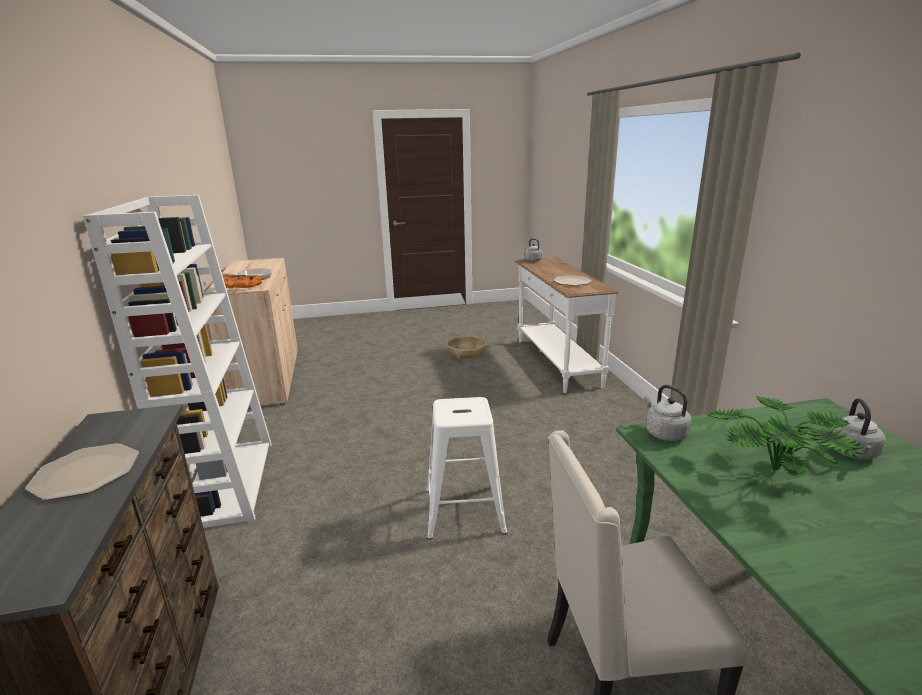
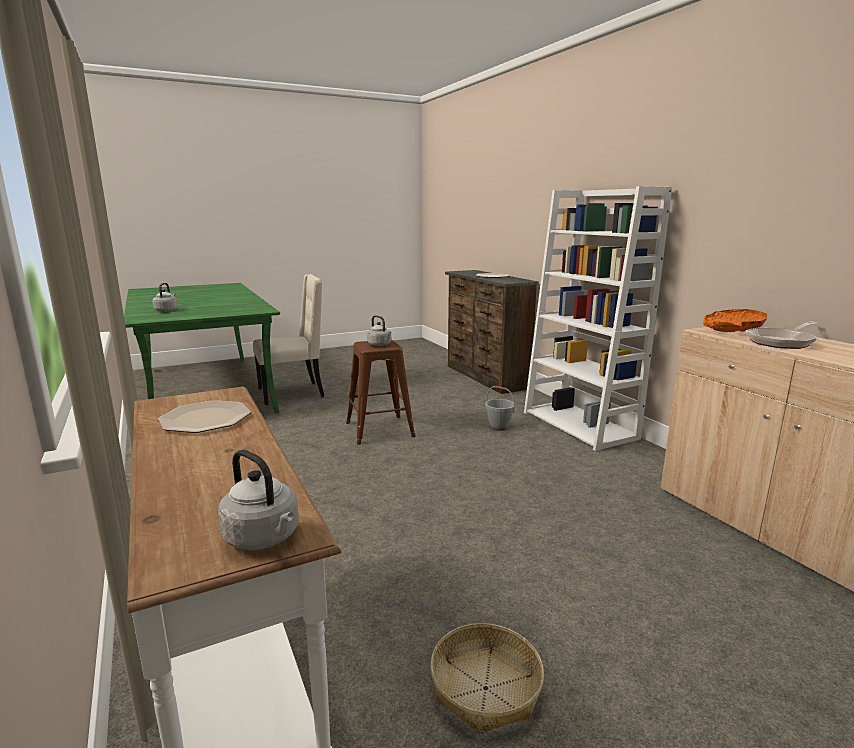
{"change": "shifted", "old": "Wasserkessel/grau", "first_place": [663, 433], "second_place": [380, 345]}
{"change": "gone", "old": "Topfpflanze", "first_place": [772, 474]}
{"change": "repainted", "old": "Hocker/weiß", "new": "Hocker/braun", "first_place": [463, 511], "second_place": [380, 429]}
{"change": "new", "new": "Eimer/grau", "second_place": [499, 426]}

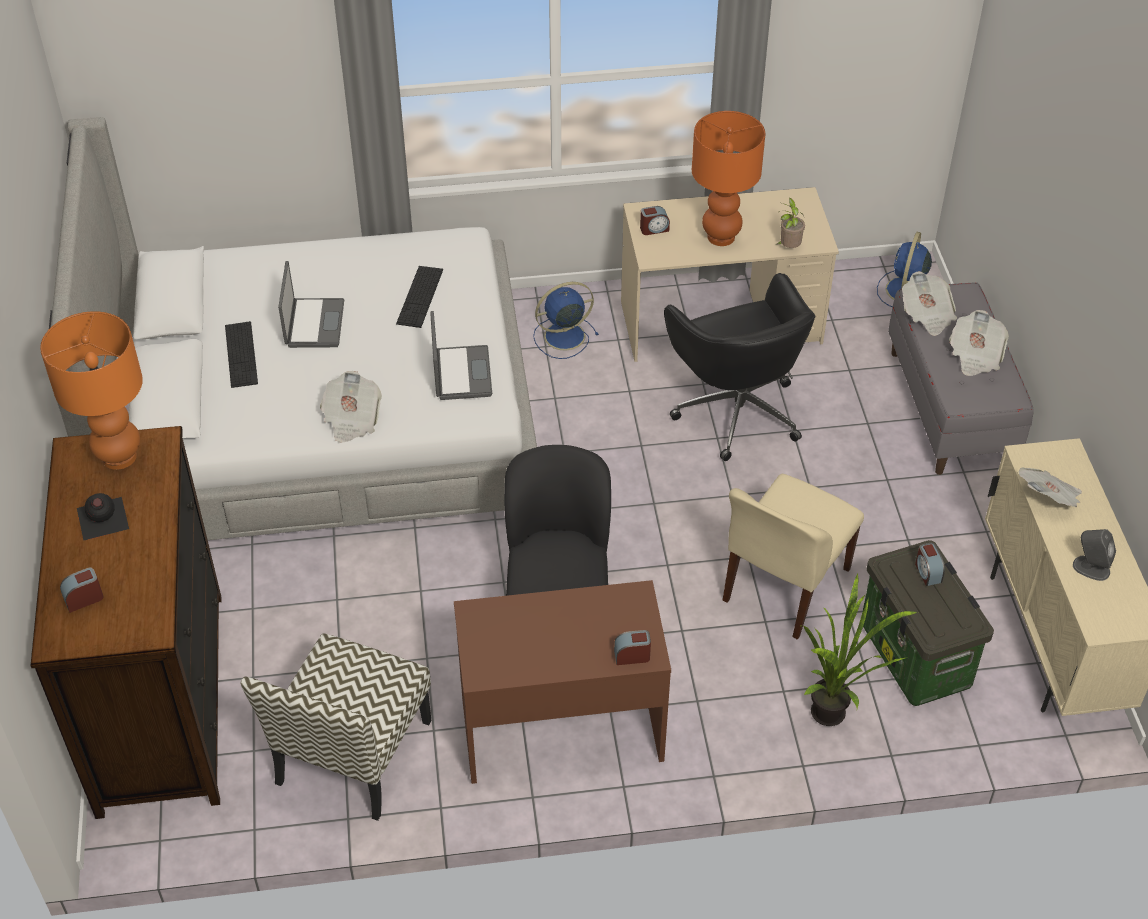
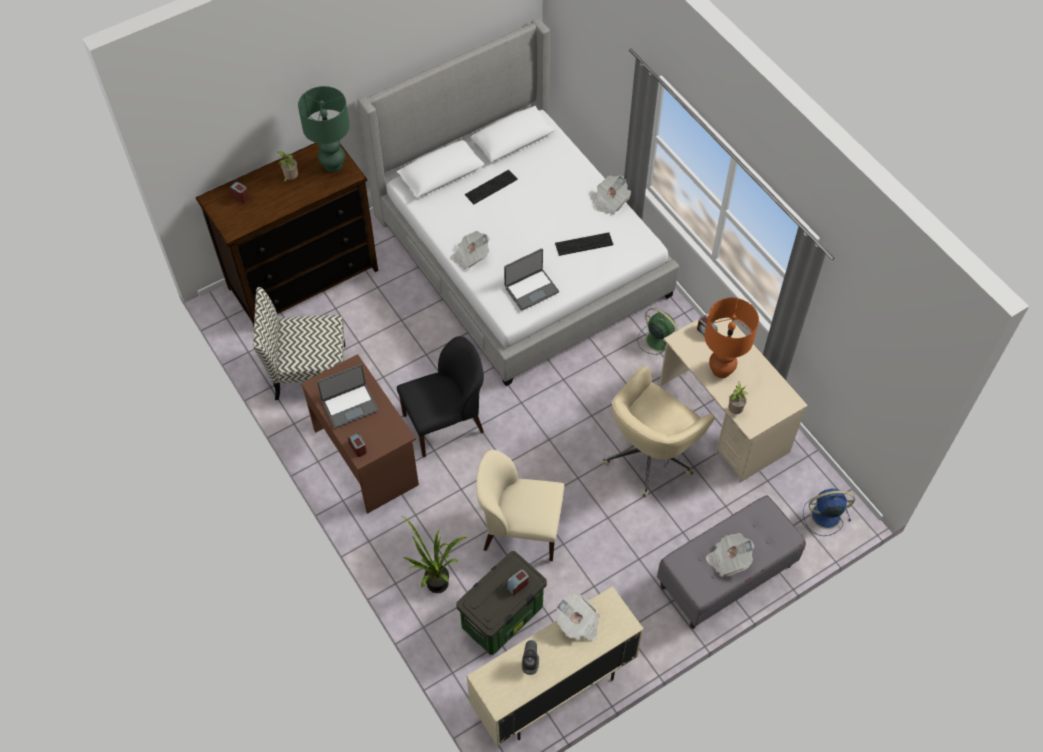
{"change": "shifted", "old": "Laptop", "first_place": [313, 324], "second_place": [349, 405]}
{"change": "shifted", "old": "Zeitung", "first_place": [927, 315], "second_place": [610, 202]}
{"change": "repainted", "old": "Bürostuhl/schwarz", "new": "Bürostuhl/beige", "first_place": [736, 410], "second_place": [650, 454]}
{"change": "repainted", "old": "Ventilator/blau", "new": "Ventilator/grün", "first_place": [562, 337], "second_place": [658, 339]}
{"change": "repainted", "old": "Tischlampe/orange", "new": "Tischlampe/grün", "first_place": [119, 457], "second_place": [333, 165]}
{"change": "swapped", "old": "Flasche/schwarz", "new": "Topfpflanze", "first_place": [102, 519], "second_place": [290, 178]}

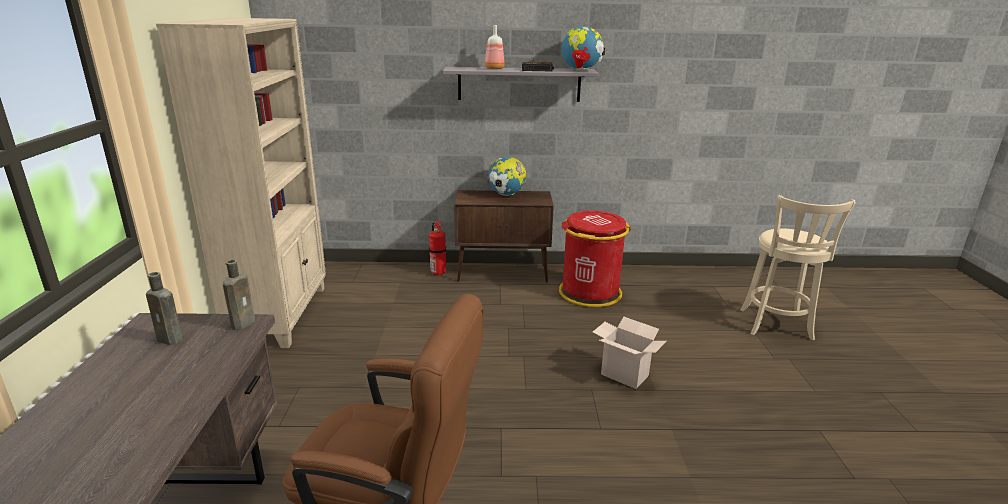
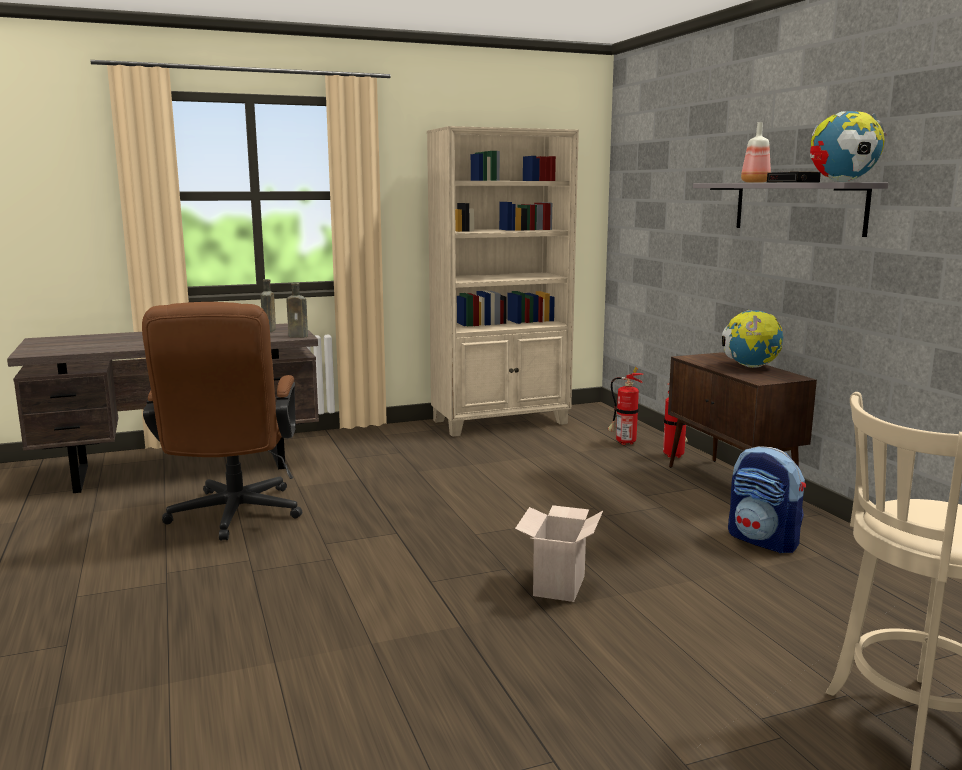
{"change": "swapped", "old": "Mülleimer/rot", "new": "Rucksack", "first_place": [589, 293], "second_place": [764, 541]}
{"change": "new", "new": "Feuerlöscher", "second_place": [623, 442]}

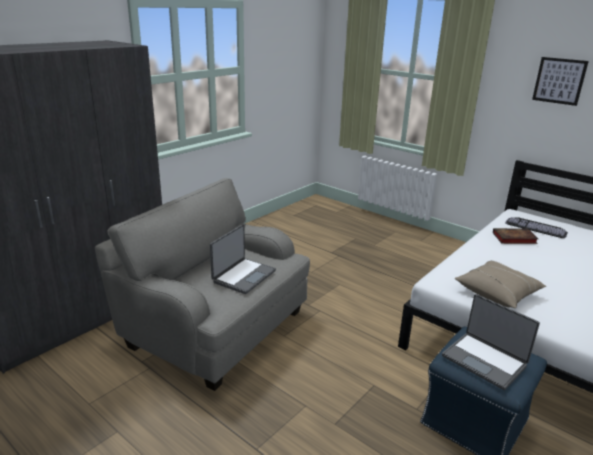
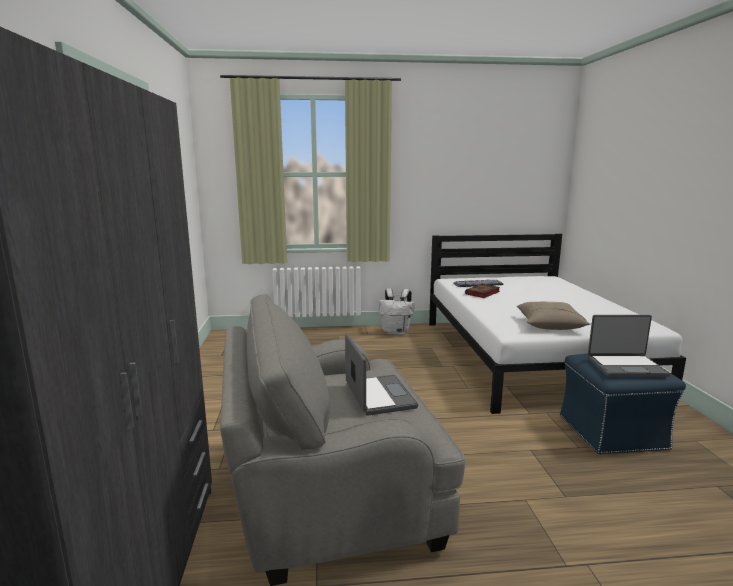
{"change": "gone", "old": "Bild", "first_place": [559, 81]}
{"change": "new", "new": "Rucksack/weiß", "second_place": [396, 332]}

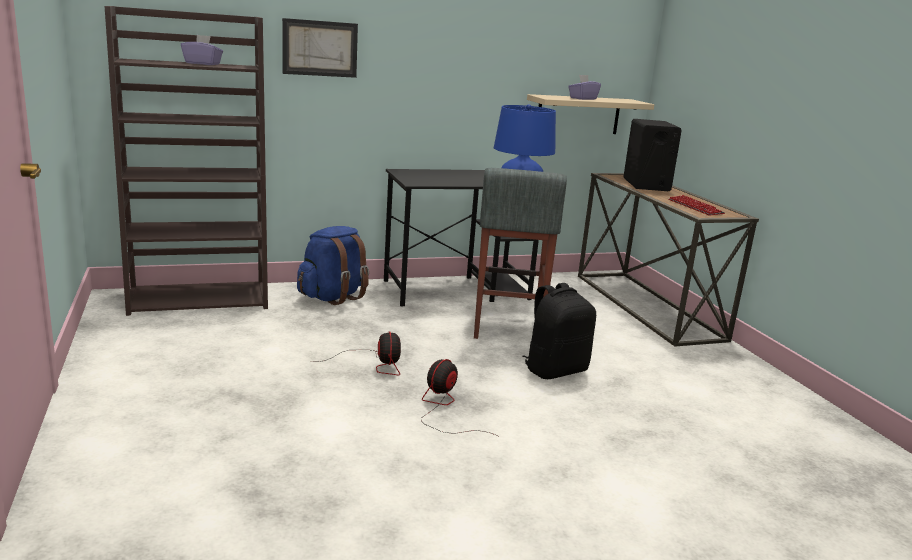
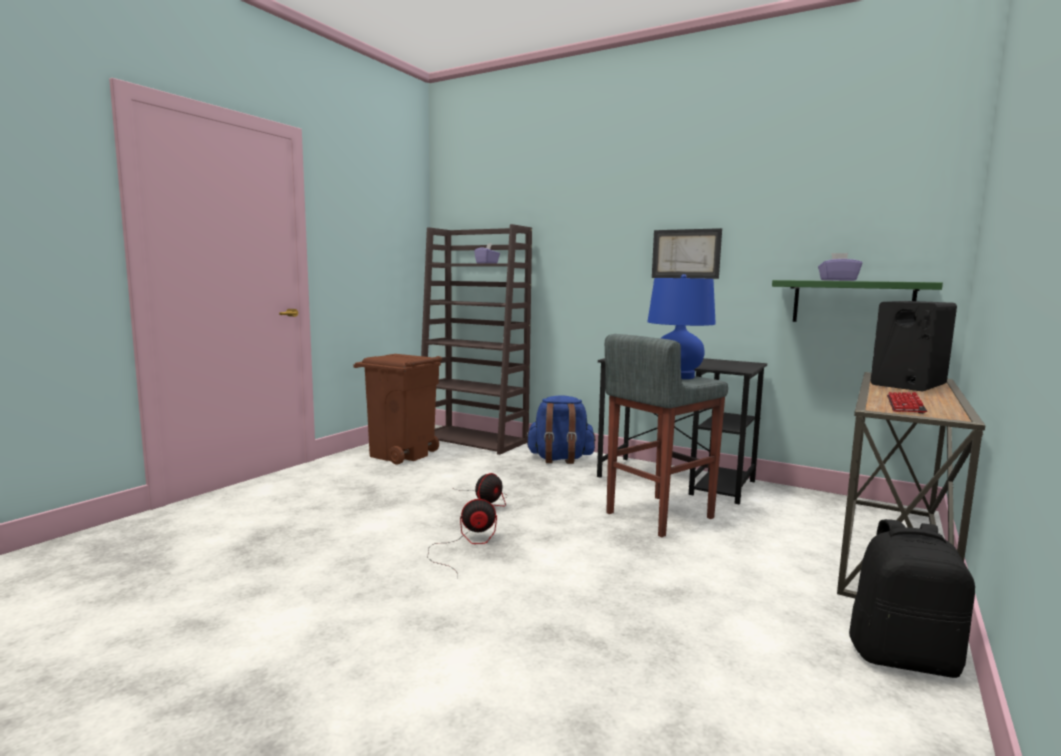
{"change": "shifted", "old": "Bild", "first_place": [320, 48], "second_place": [686, 254]}
{"change": "repainted", "old": "Wandregal/beige", "new": "Wandregal/grün", "first_place": [578, 114], "second_place": [852, 302]}
{"change": "shifted", "old": "Rucksack/schwarz", "first_place": [555, 370], "second_place": [903, 658]}
{"change": "new", "new": "Mülleimer/braun", "second_place": [400, 454]}

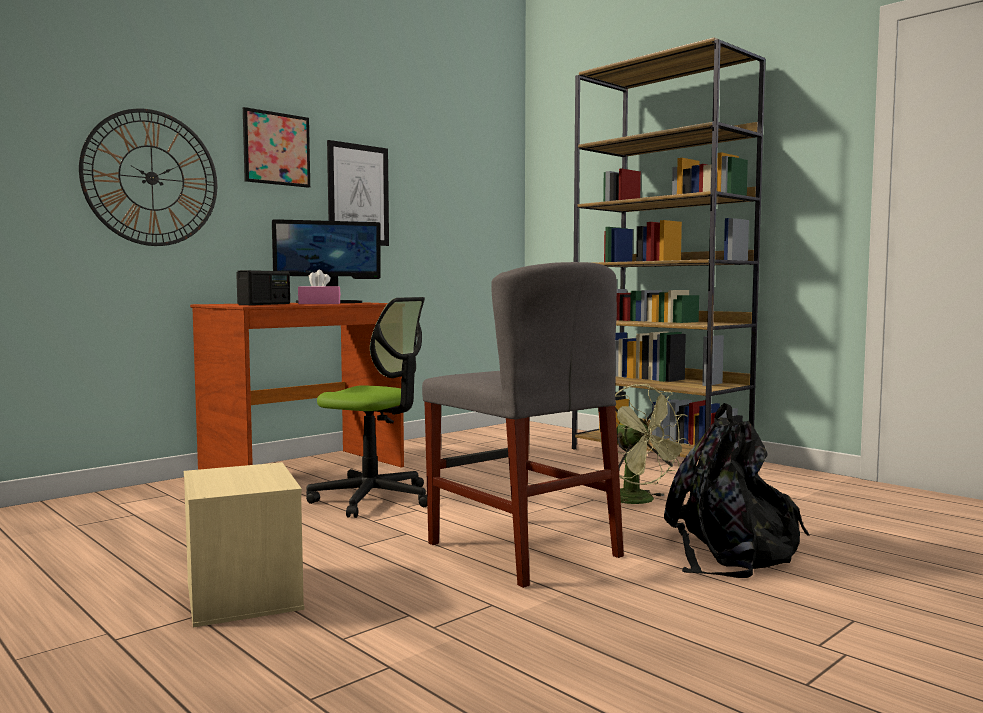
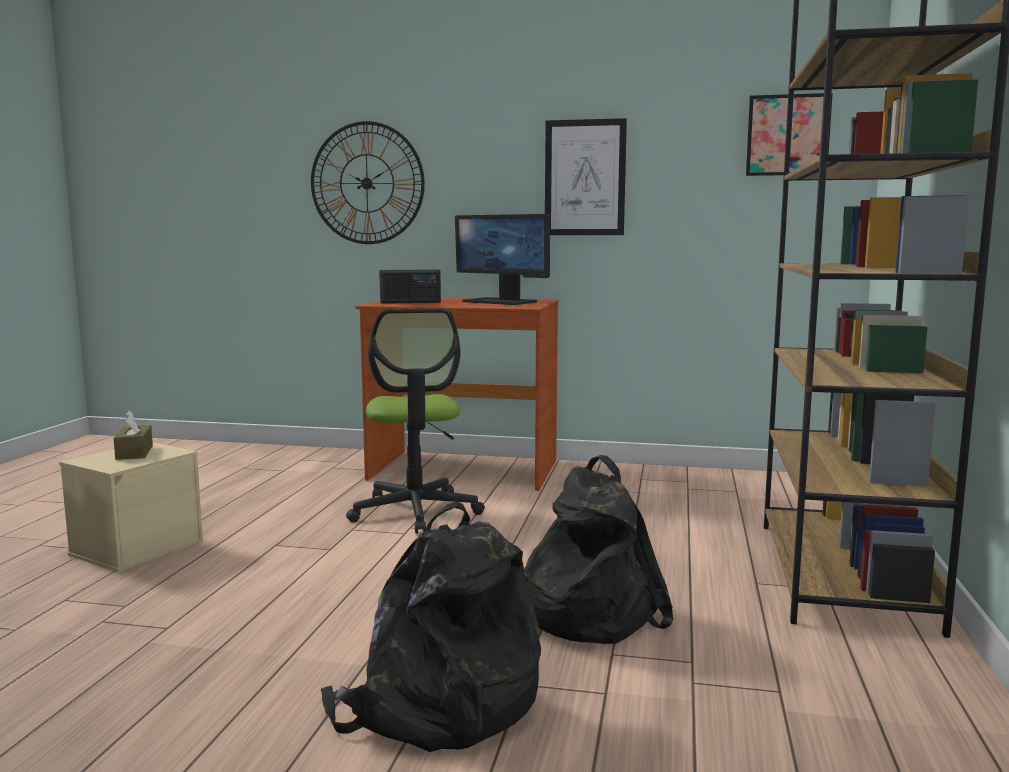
{"change": "shifted", "old": "Bild", "first_place": [276, 149], "second_place": [788, 135]}
{"change": "gone", "old": "Stuhl/grau", "first_place": [522, 549]}
{"change": "gone", "old": "Taschentuchbox/rosa", "first_place": [319, 304]}
{"change": "swapped", "old": "Ventilator/grün", "new": "Rucksack/schwarz", "first_place": [640, 501], "second_place": [585, 612]}
{"change": "new", "new": "Taschentuchbox/braun", "second_place": [134, 452]}

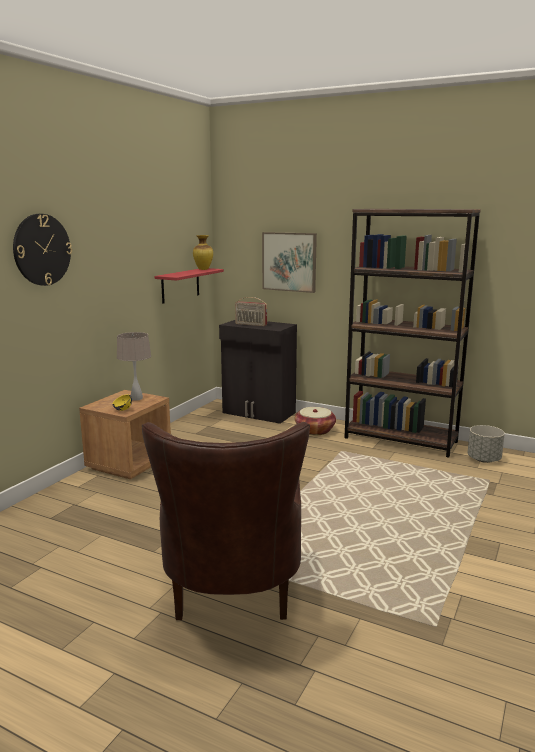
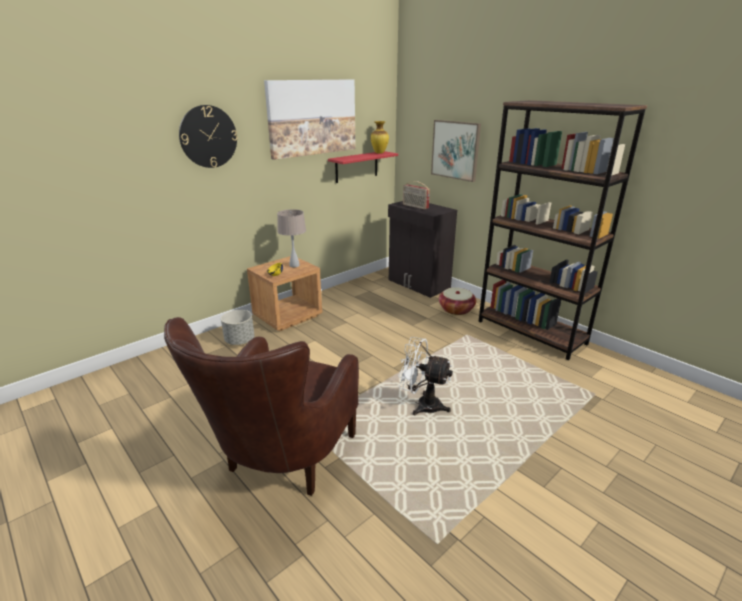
{"change": "shifted", "old": "Pflanzkübel/grau", "first_place": [484, 459], "second_place": [240, 341]}
{"change": "new", "new": "Bild", "second_place": [312, 117]}
{"change": "new", "new": "Ventilator/weiß", "second_place": [422, 405]}

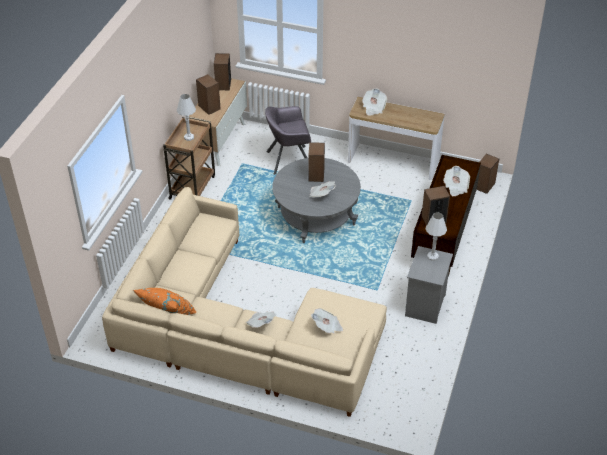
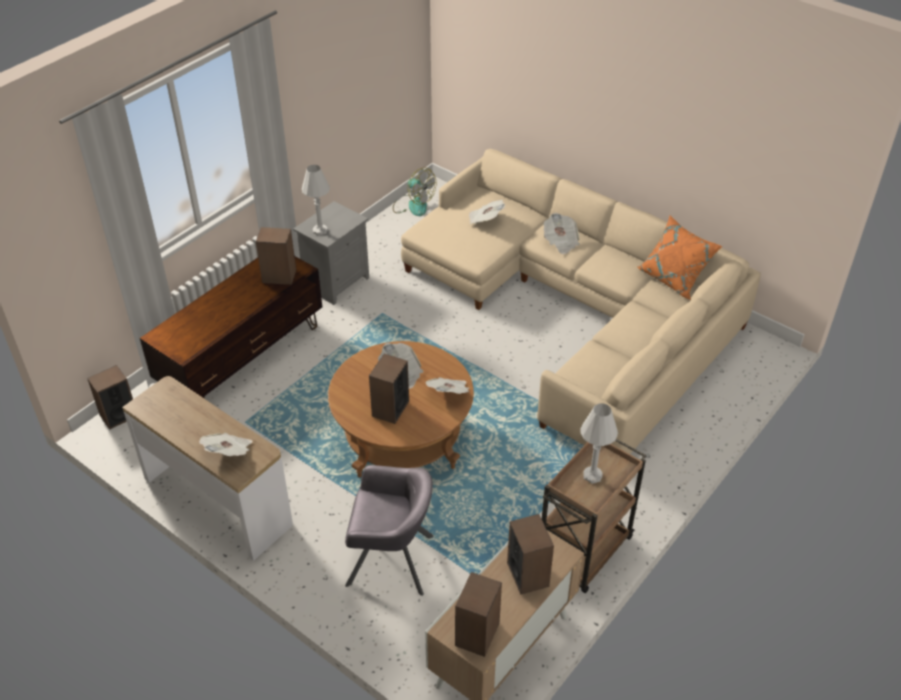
{"change": "repainted", "old": "Couchtisch/grau", "new": "Couchtisch/braun", "first_place": [316, 216], "second_place": [403, 437]}
{"change": "shifted", "old": "Zeitung", "first_place": [455, 187], "second_place": [449, 393]}
{"change": "new", "new": "Ventilator", "second_place": [413, 205]}

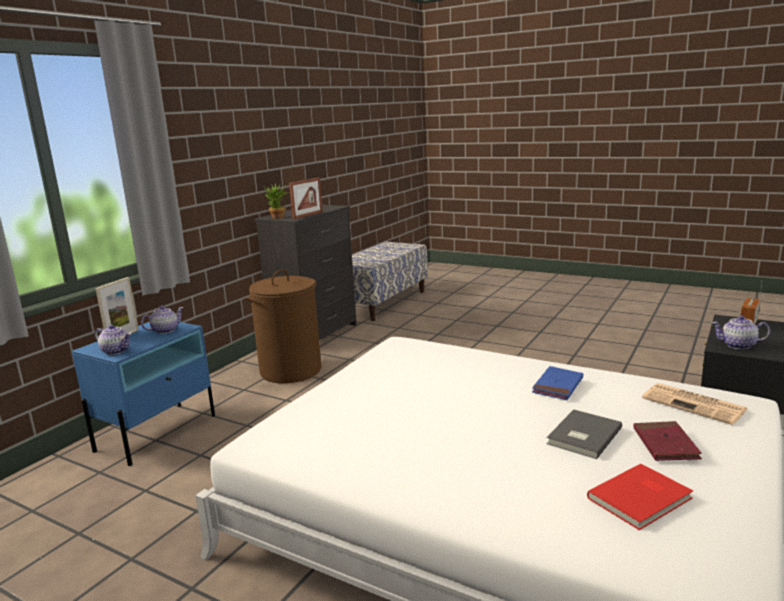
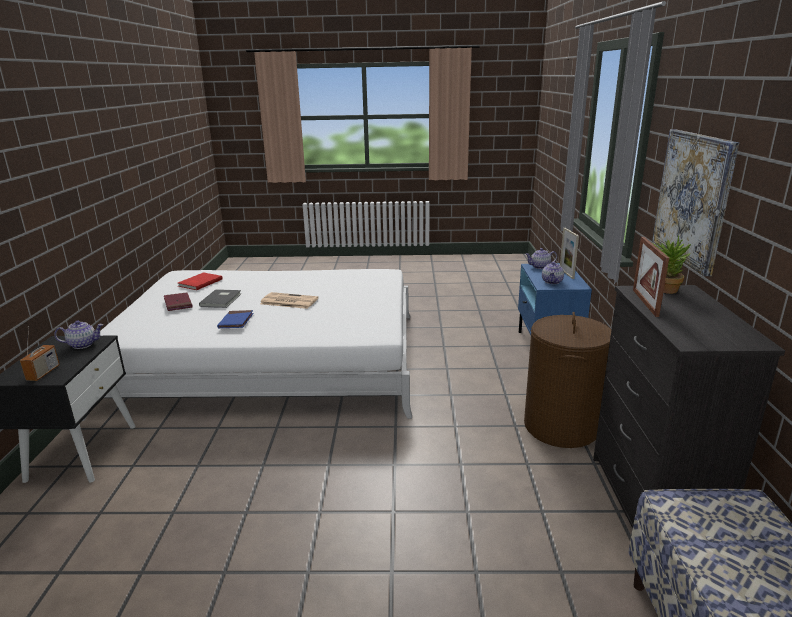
{"change": "shifted", "old": "Zeitung", "first_place": [695, 404], "second_place": [288, 301]}
{"change": "new", "new": "Bild", "second_place": [693, 198]}

